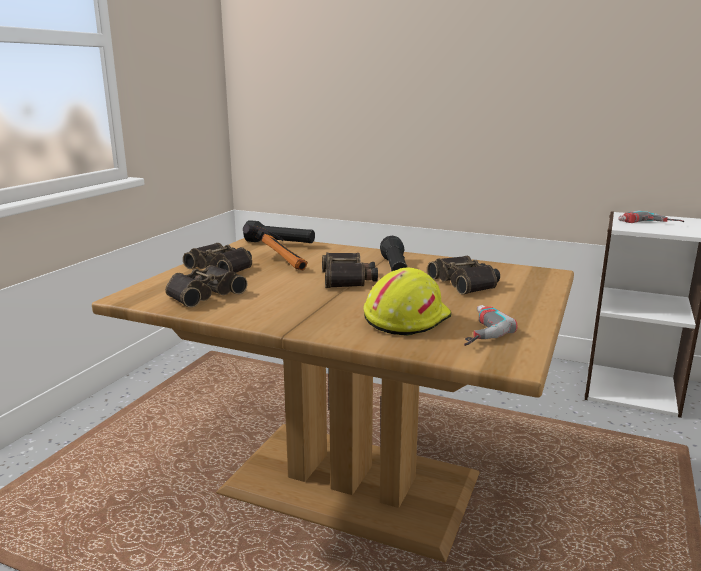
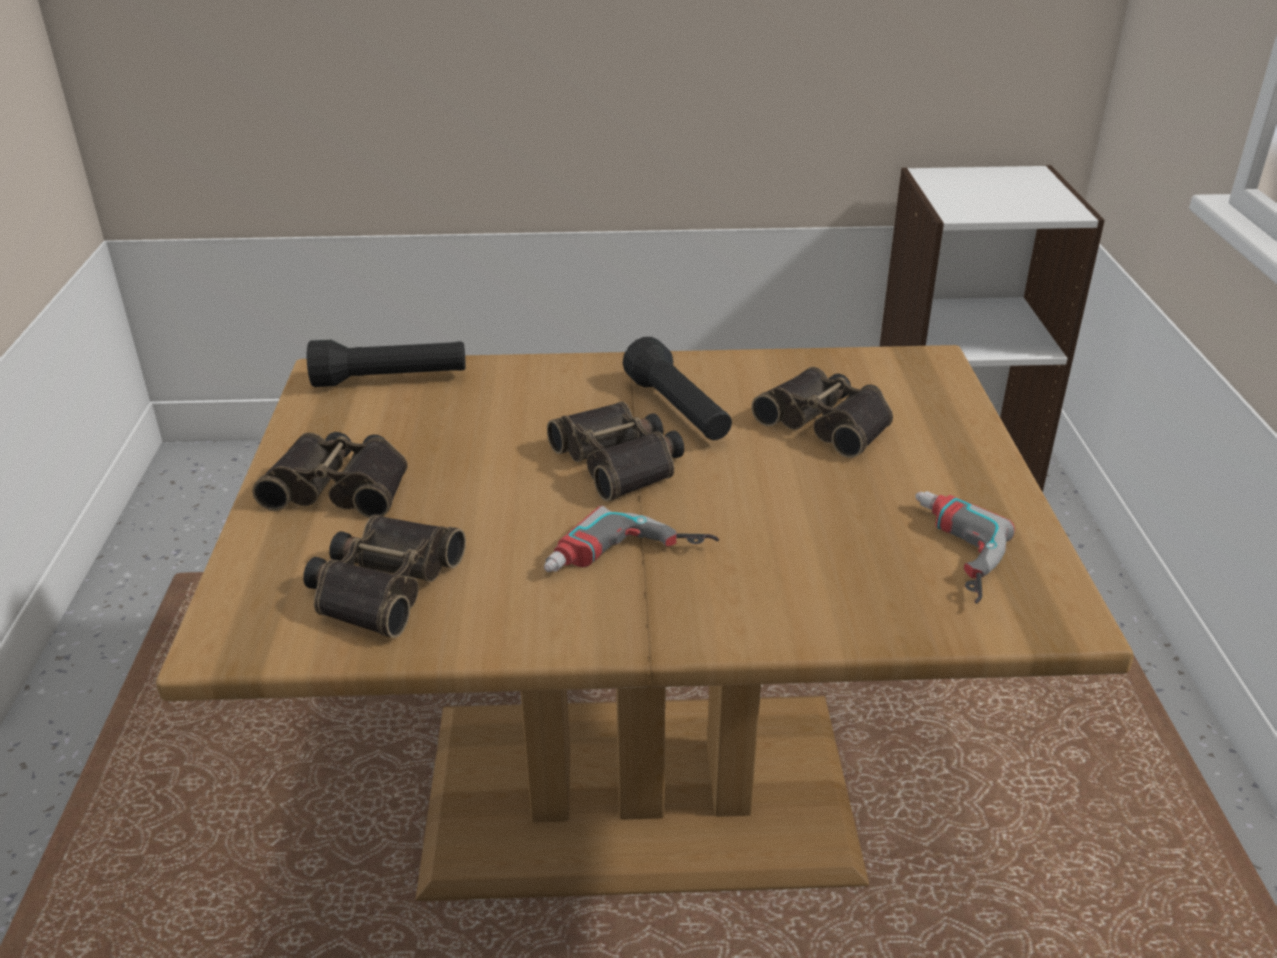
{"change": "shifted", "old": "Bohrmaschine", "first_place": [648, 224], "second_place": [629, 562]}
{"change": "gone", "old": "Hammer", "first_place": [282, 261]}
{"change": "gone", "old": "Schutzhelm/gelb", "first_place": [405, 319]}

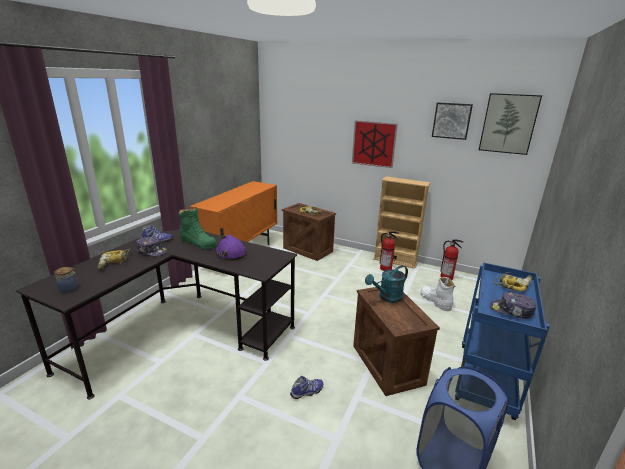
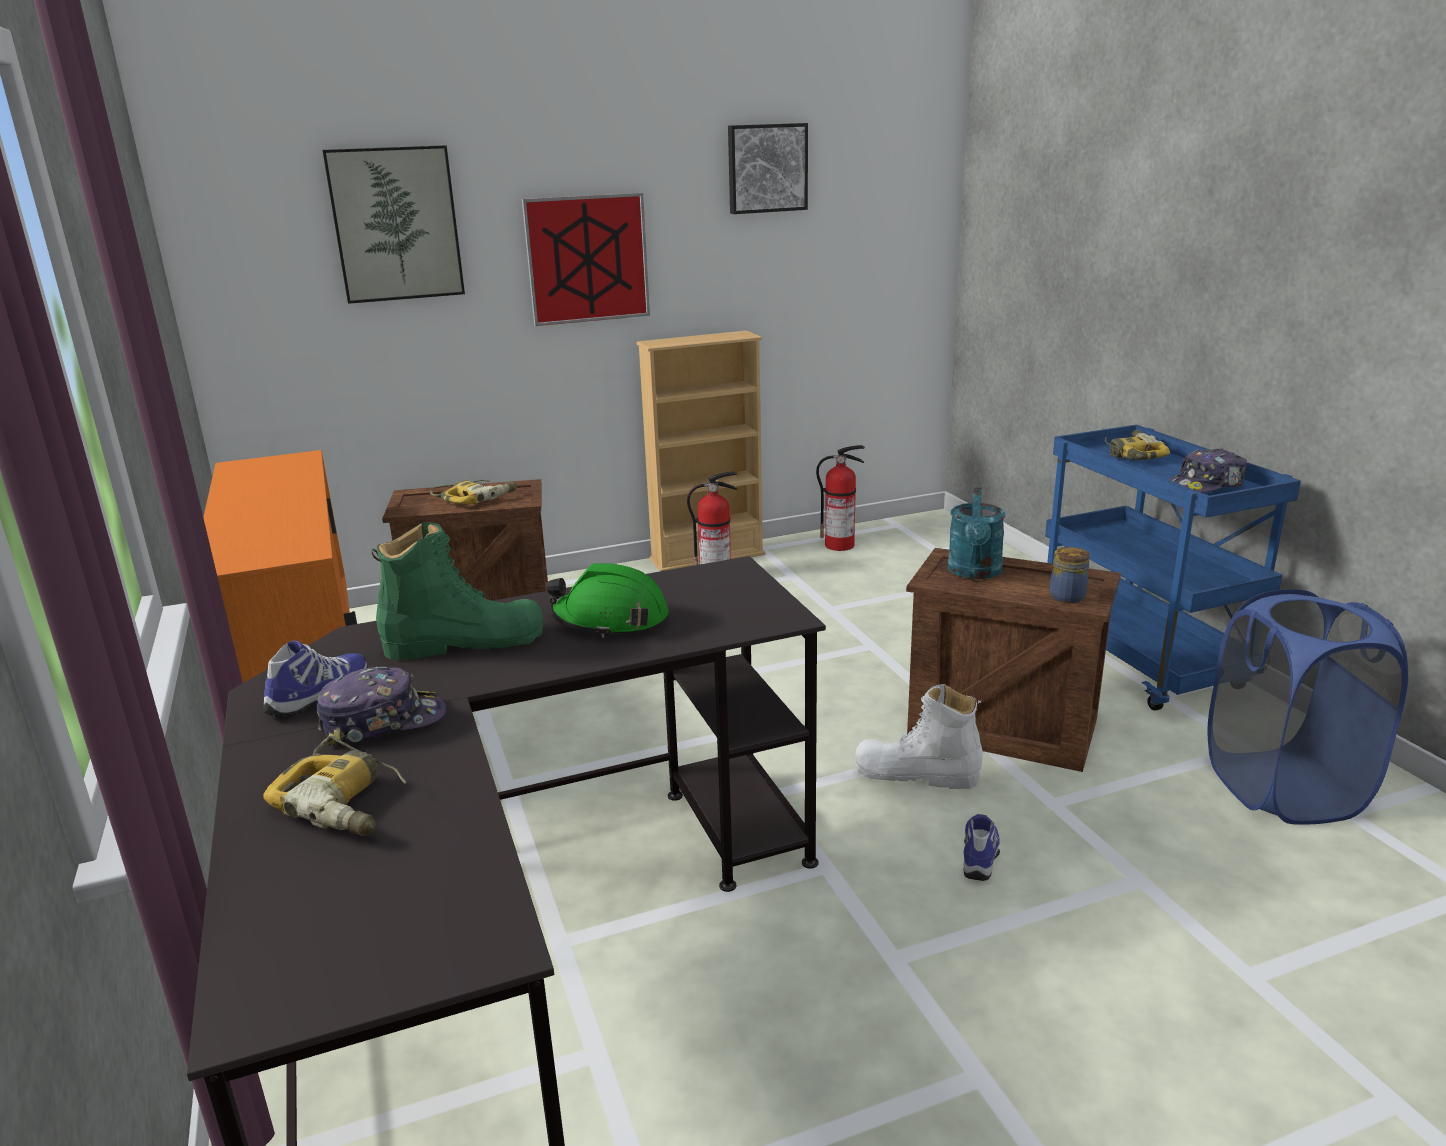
{"change": "shifted", "old": "Bild", "first_place": [508, 123], "second_place": [396, 224]}
{"change": "repainted", "old": "Schutzhelm/lila", "new": "Schutzhelm/grün", "first_place": [230, 253], "second_place": [610, 620]}
{"change": "shifted", "old": "Vorratsglas", "first_place": [69, 288], "second_place": [1066, 596]}
{"change": "shifted", "old": "Stiefel/weiß", "first_place": [435, 301], "second_place": [916, 774]}

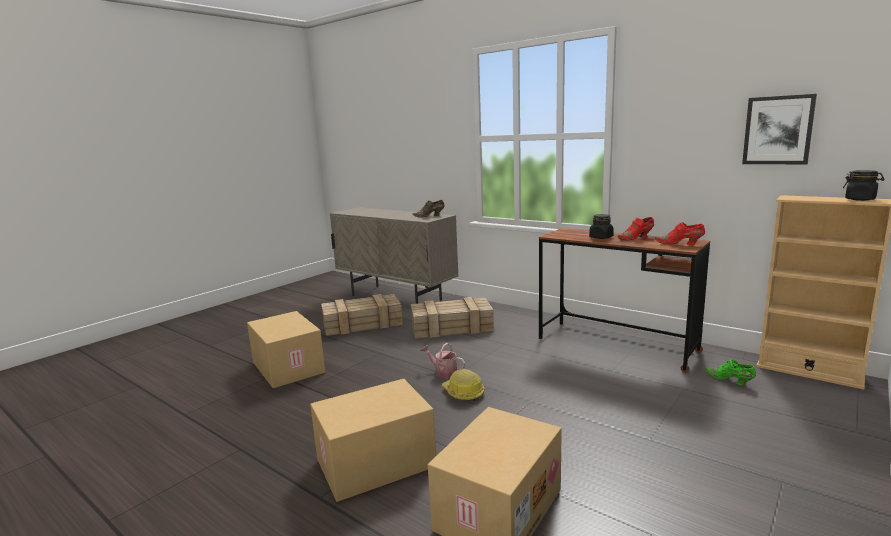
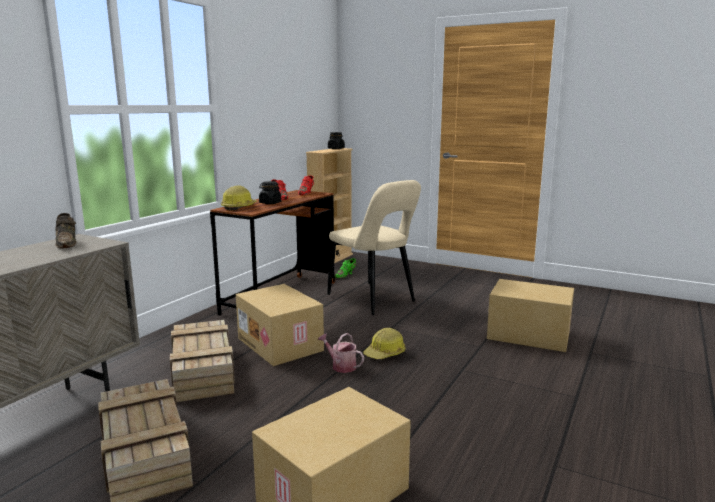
{"change": "gone", "old": "Bild", "first_place": [778, 130]}
{"change": "rotated", "old": "Gießkanne", "first_place": [443, 372], "second_place": [341, 366], "degrees": 105}
{"change": "shifted", "old": "Karton", "first_place": [375, 464], "second_place": [281, 344]}
{"change": "new", "new": "Stuhl/beige", "second_place": [373, 300]}
{"change": "new", "new": "Schutzhelm", "second_place": [239, 207]}

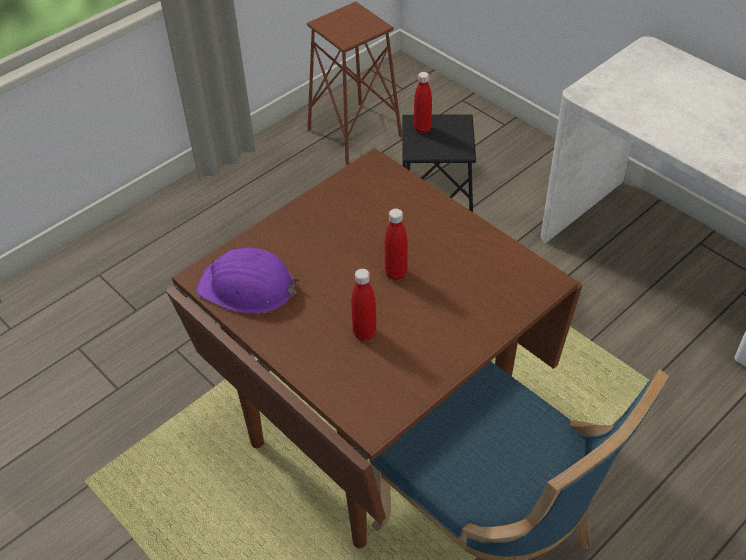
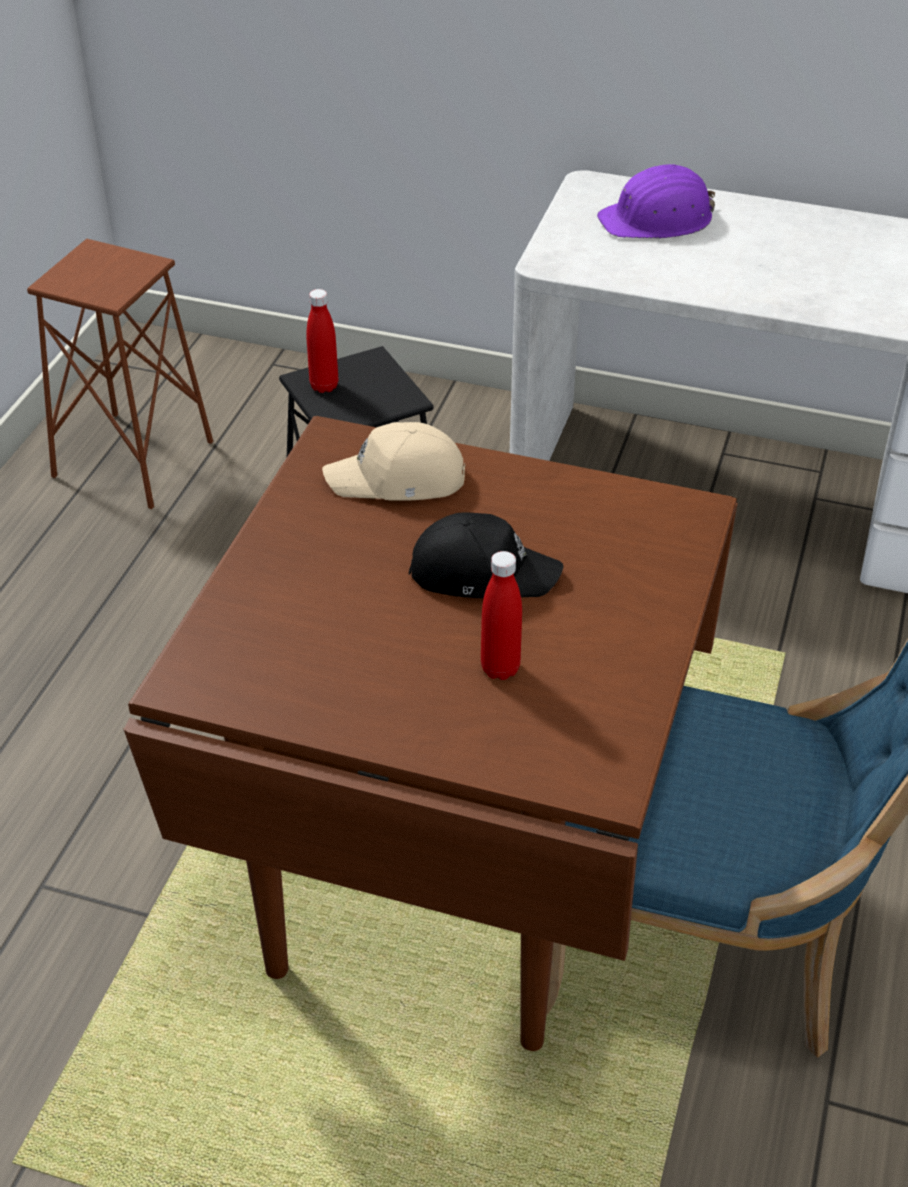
{"change": "swapped", "old": "Flasche/rot", "new": "Kappe/schwarz", "first_place": [396, 273], "second_place": [482, 572]}
{"change": "shifted", "old": "Schutzhelm/lila", "first_place": [248, 288], "second_place": [658, 219]}
{"change": "new", "new": "Kappe/beige", "second_place": [398, 480]}

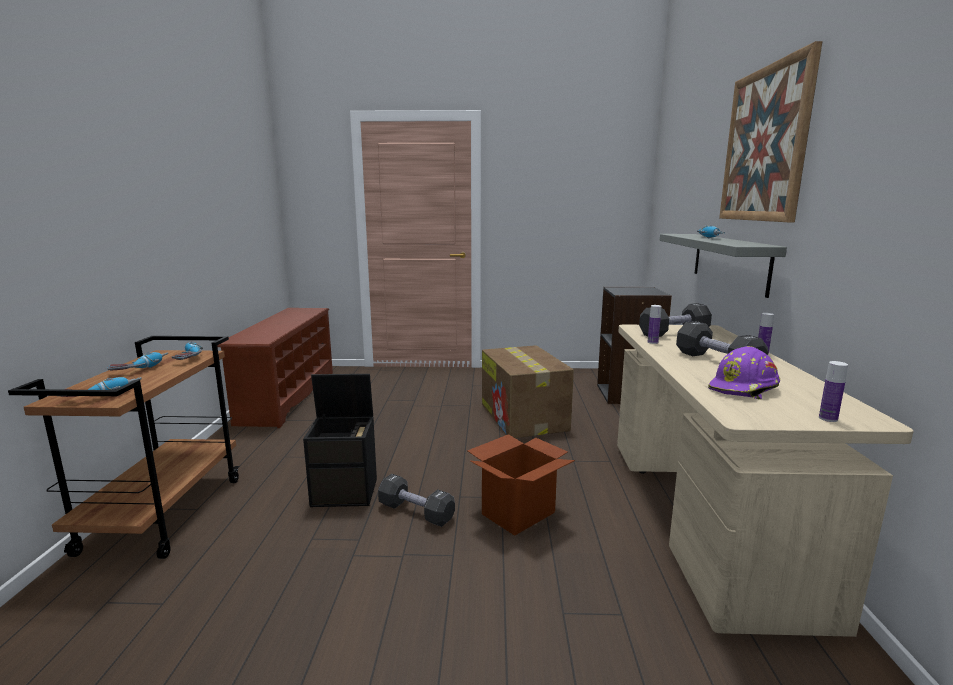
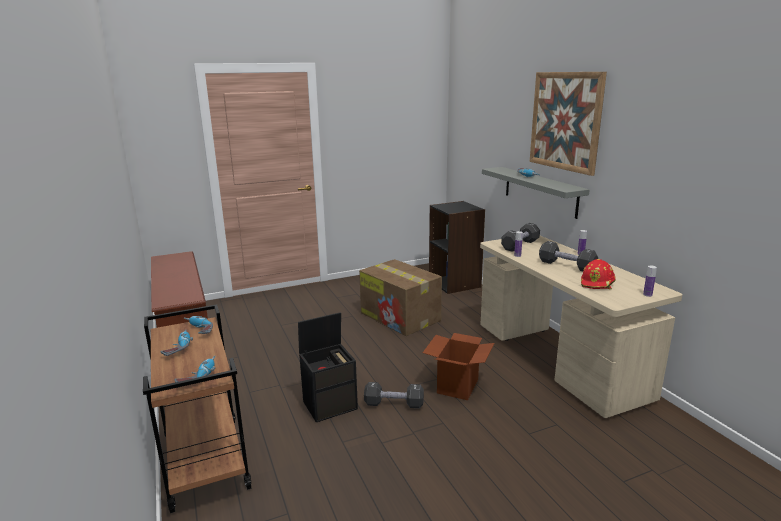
{"change": "repainted", "old": "Schutzhelm/lila", "new": "Schutzhelm/rot", "first_place": [744, 389], "second_place": [597, 283]}

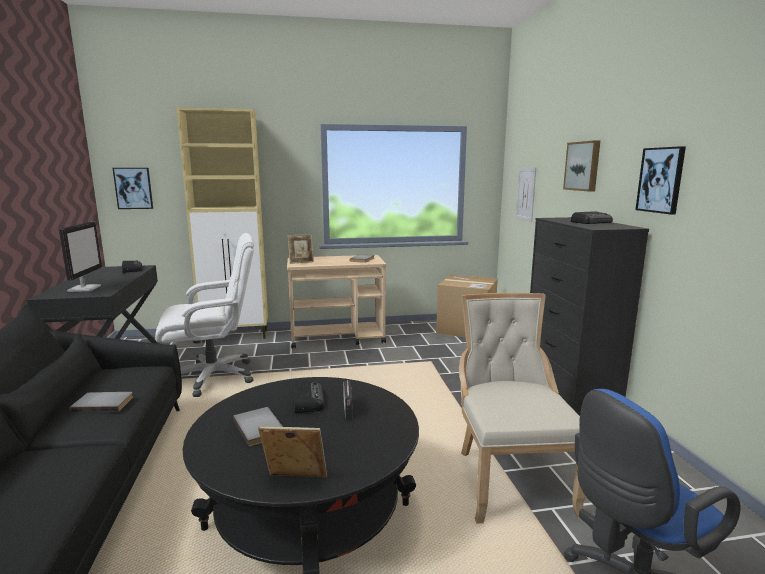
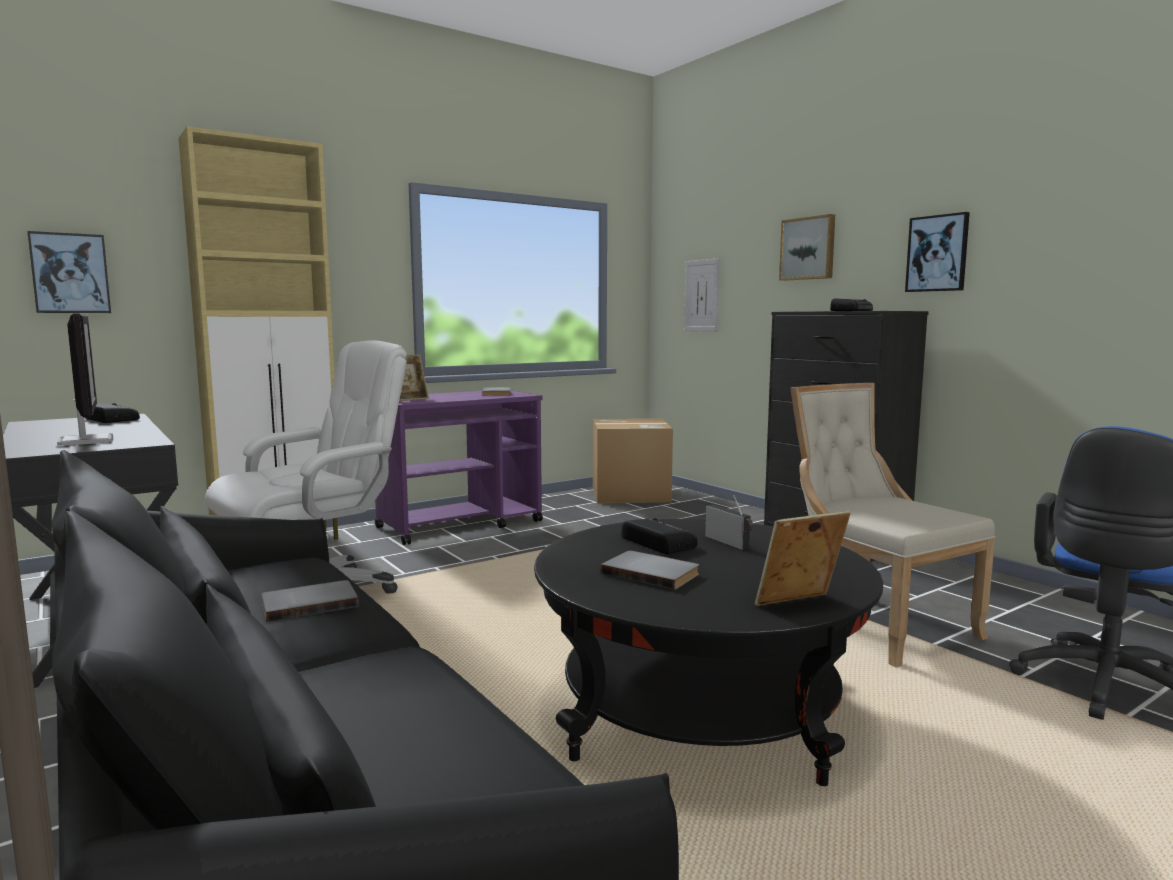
{"change": "repainted", "old": "Rollwagen/beige", "new": "Rollwagen/lila", "first_place": [338, 338], "second_place": [461, 524]}

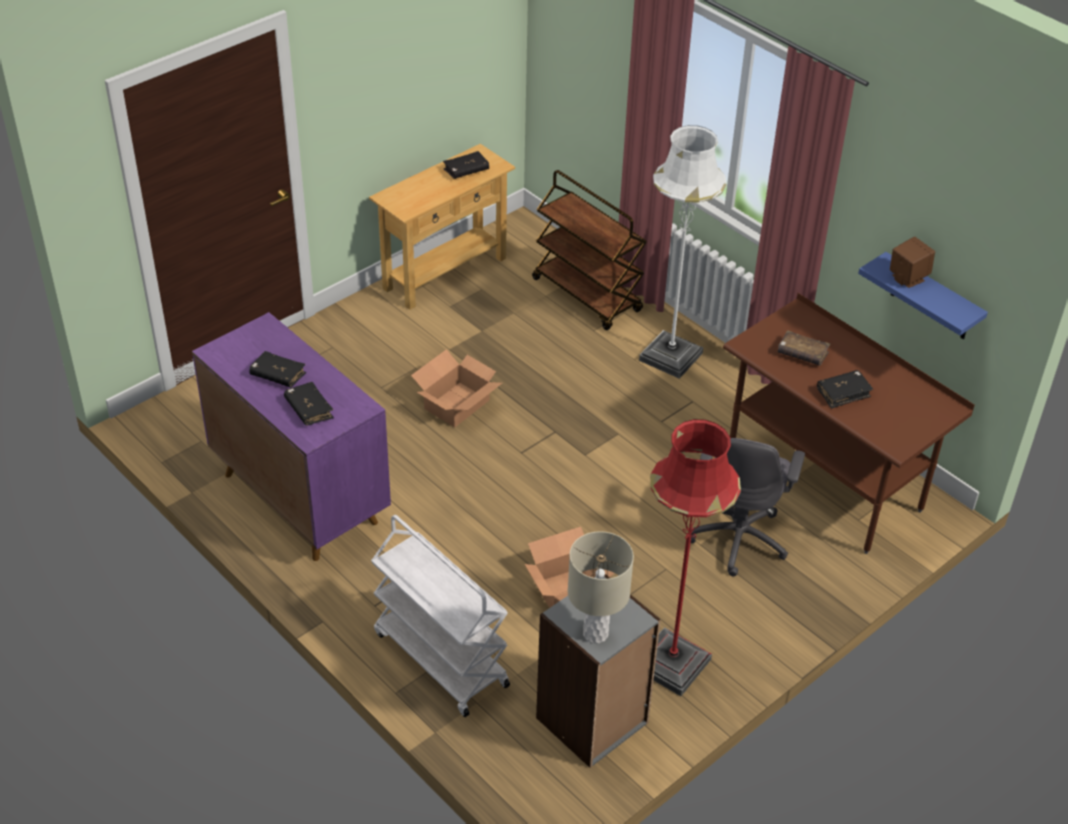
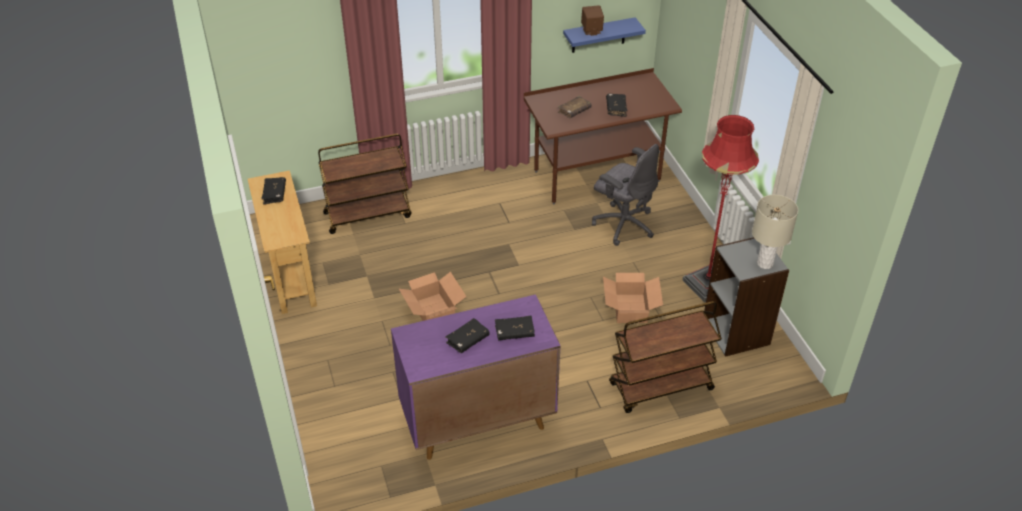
{"change": "gone", "old": "Stehlampe/weiß", "first_place": [671, 357]}
{"change": "repainted", "old": "Rollwagen/weiß", "new": "Rollwagen/braun", "first_place": [439, 659], "second_place": [660, 387]}

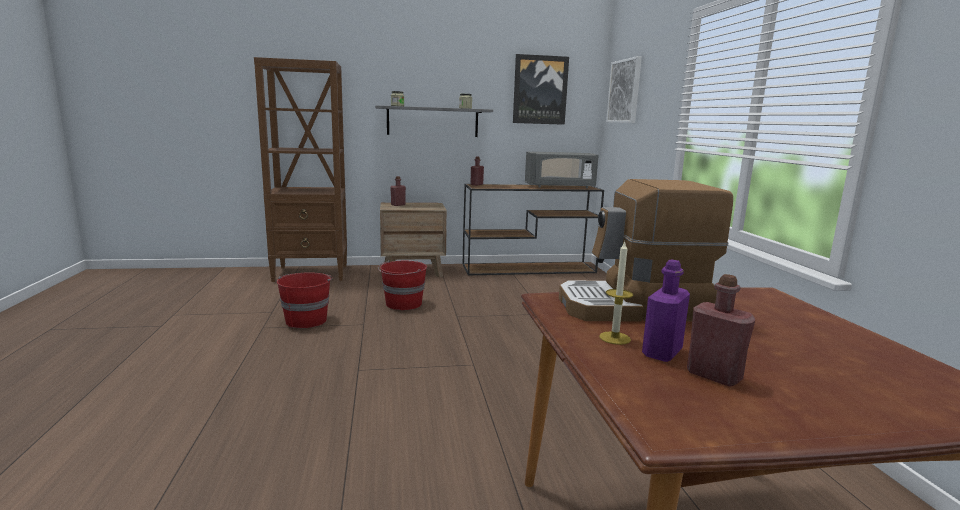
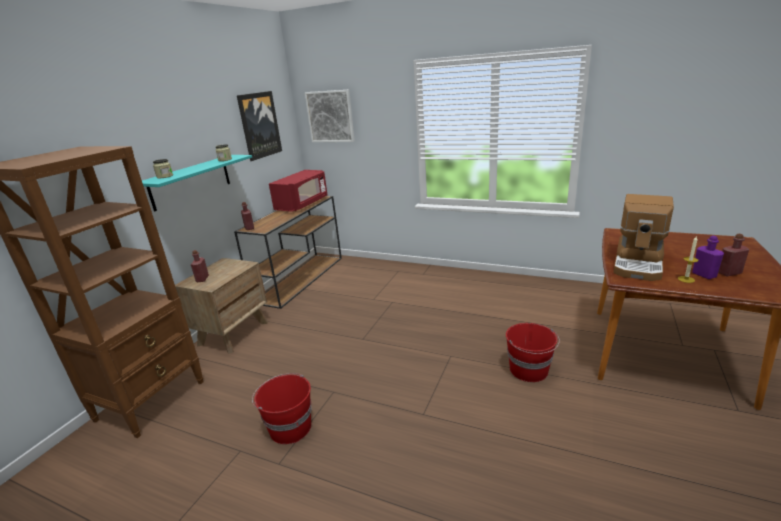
{"change": "repainted", "old": "Wandregal/grau", "new": "Wandregal/türkis", "first_place": [432, 122], "second_place": [191, 181]}
{"change": "repainted", "old": "Mikrowelle/grau", "new": "Mikrowelle/rot", "first_place": [560, 187], "second_place": [303, 204]}
{"change": "shifted", "old": "Eimer/rot", "first_place": [403, 304], "second_place": [529, 370]}

